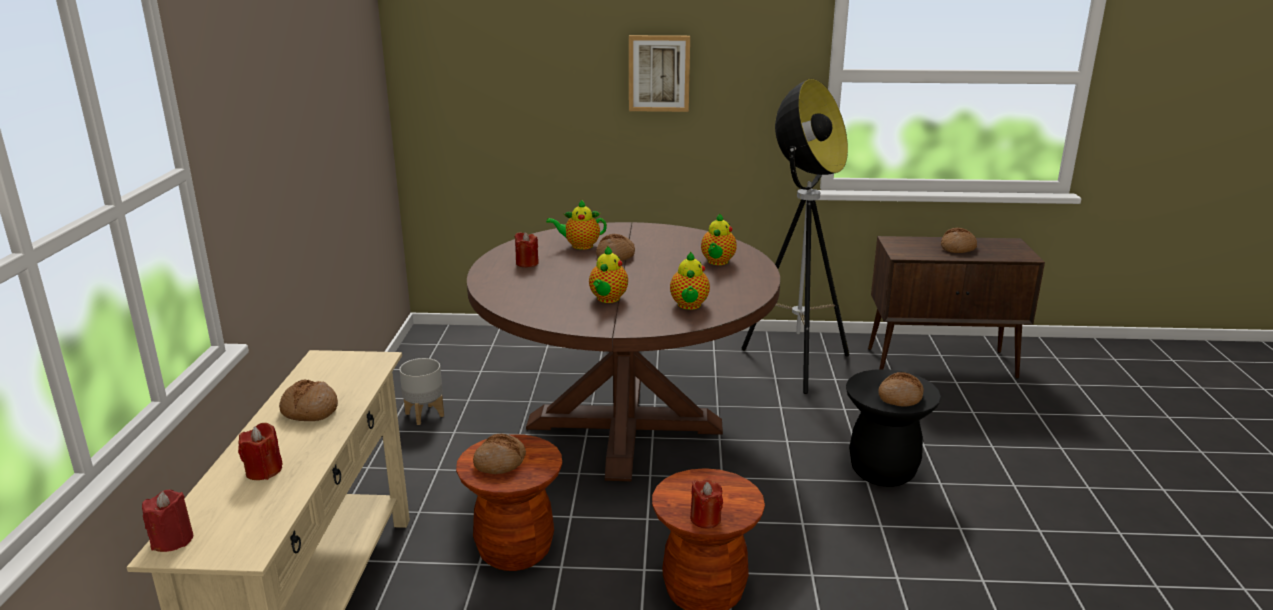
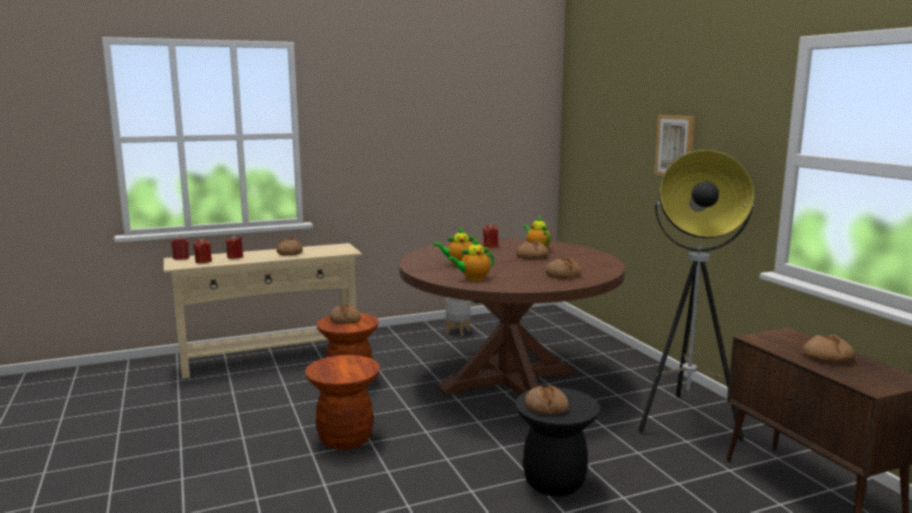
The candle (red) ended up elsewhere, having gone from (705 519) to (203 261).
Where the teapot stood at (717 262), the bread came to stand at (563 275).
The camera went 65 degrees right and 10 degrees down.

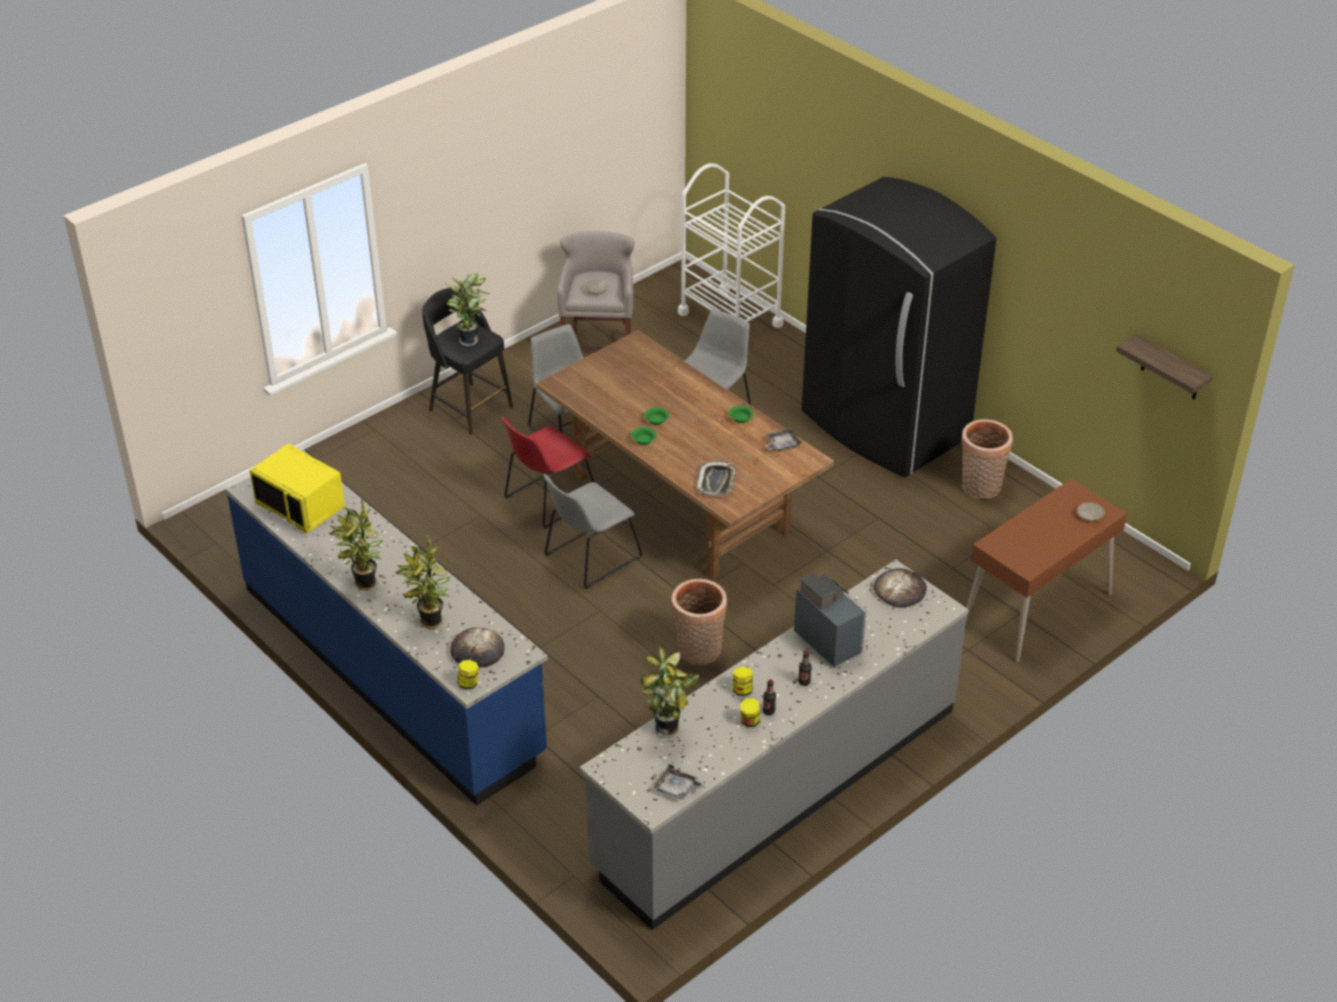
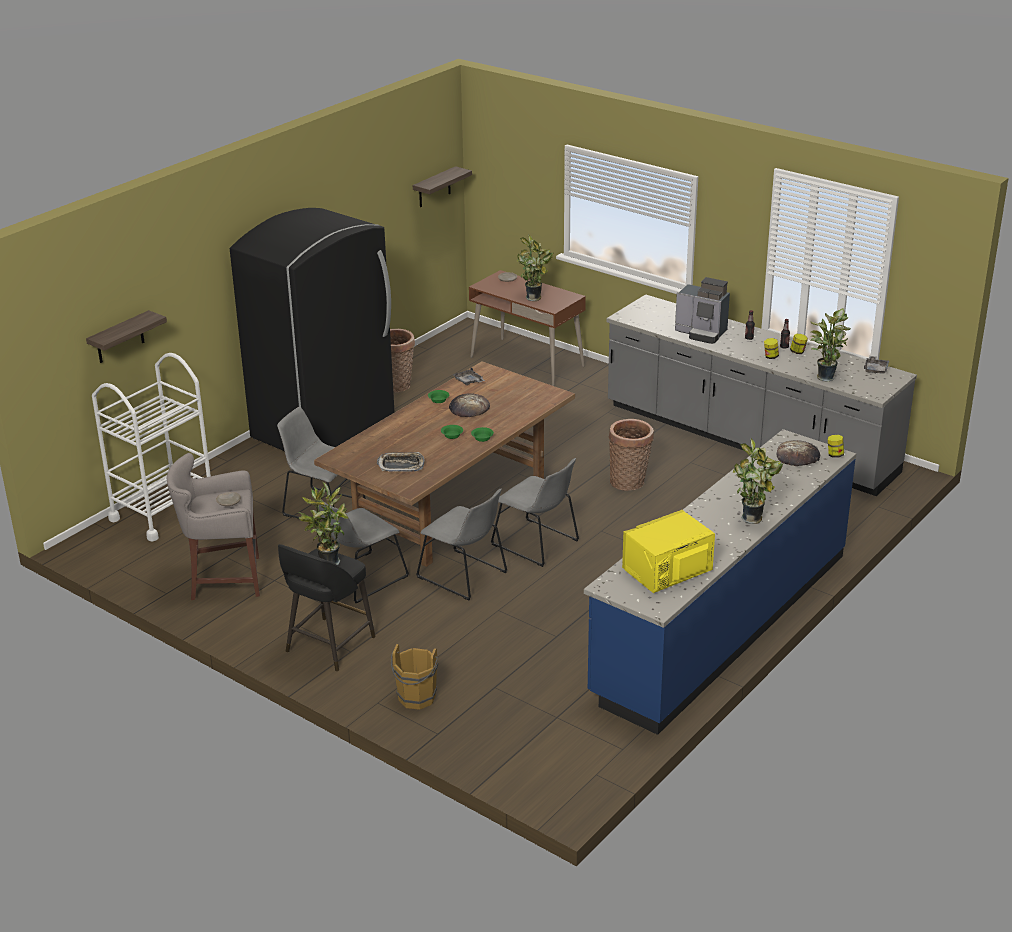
The microwave (yellow) at (302 505) ended up facing another way, 150 degrees counterclockwise from before.
The potted plant ended up elsewhere, having gone from (429 623) to (535 298).
What was the chair (red) at (548 500) turned into the chair (grey) at (465 576).
The tray ended up elsewhere, having gone from (717 482) to (401 465).
The coffee machine at (829 639) ended up facing another way, 105 degrees counterclockwise from before.
The bread ended up elsewhere, having gone from (900 590) to (469 408).
The second view gained the shelf at (120 338).
The second view gained the bucket (brown) at (416 700).
The camera went 100 degrees left and 10 degrees down.

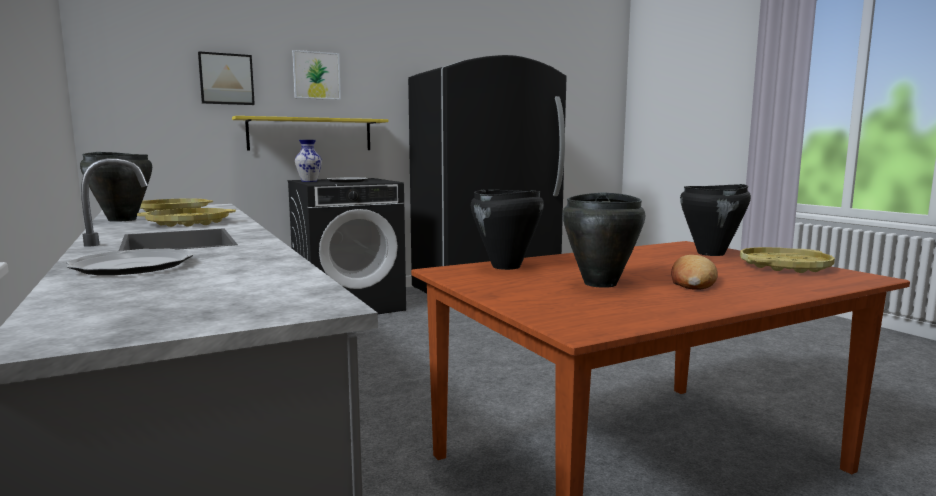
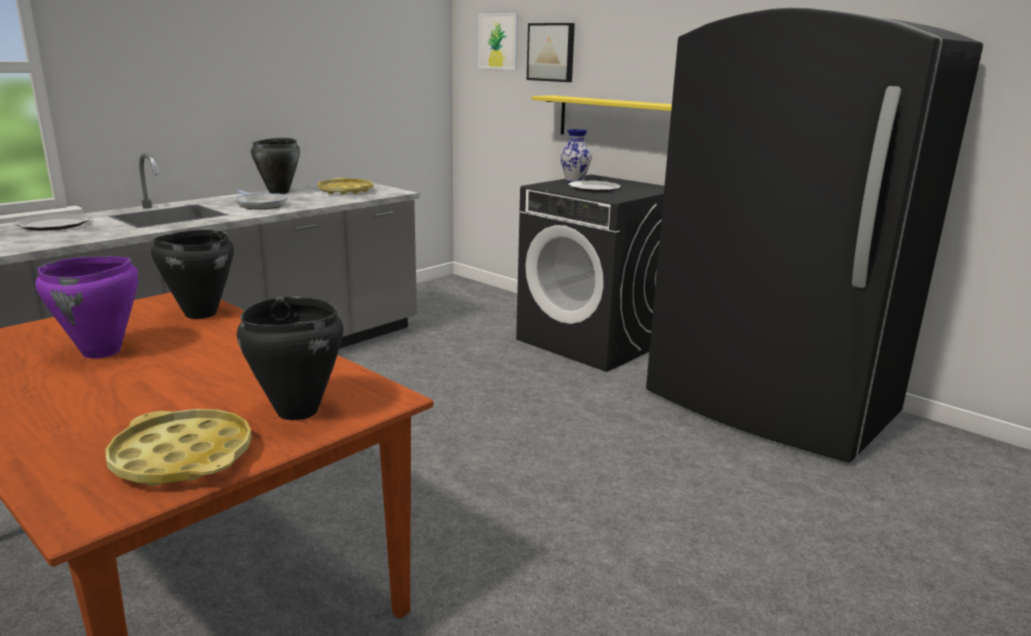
Where the tray (yellow) stood at (188 223), the frying pan came to stand at (260 204).
The picture ended up elsewhere, having gone from (316 75) to (499 41).
What was the cooking pot (black) at (601 283) turned into the cooking pot (purple) at (102 352).
The second view lost the bread at (691 281).
The camera went 70 degrees right and 10 degrees up.

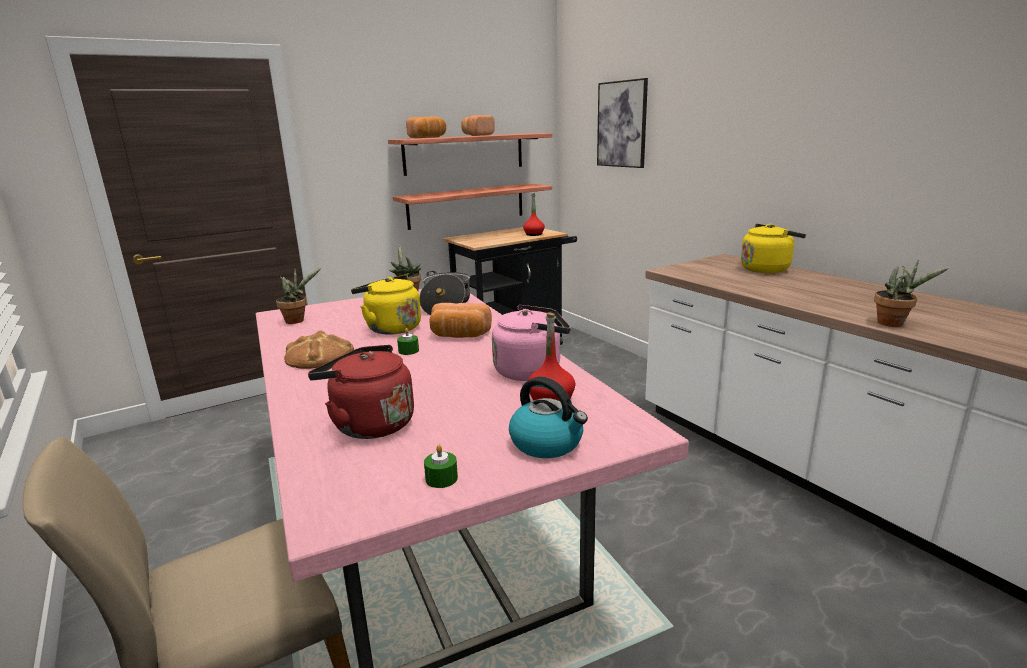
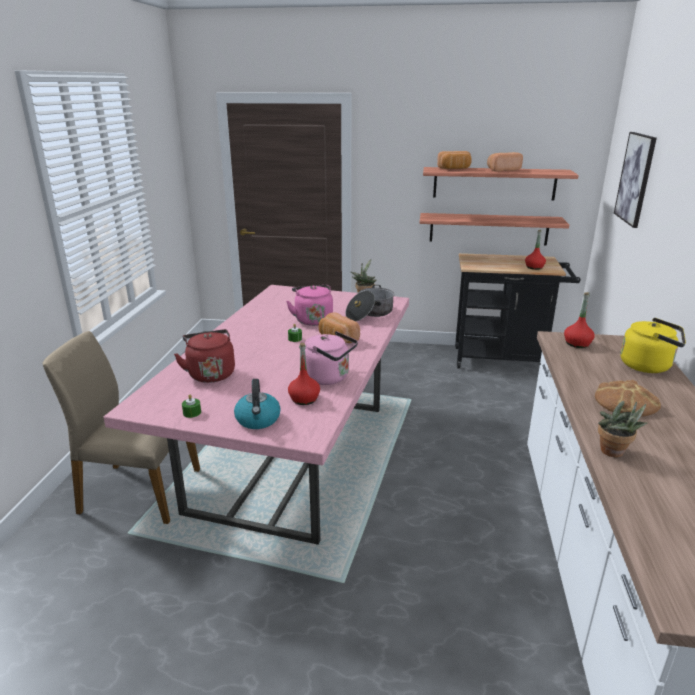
The second view lost the potted plant at (297 320).
The bread ended up elsewhere, having gone from (319 356) to (625 402).
What was the kettle (yellow) at (391 328) turned into the kettle (pink) at (313 320).
The second view gained the bottle (red) at (577 344).
The camera went 40 degrees right and 5 degrees up.

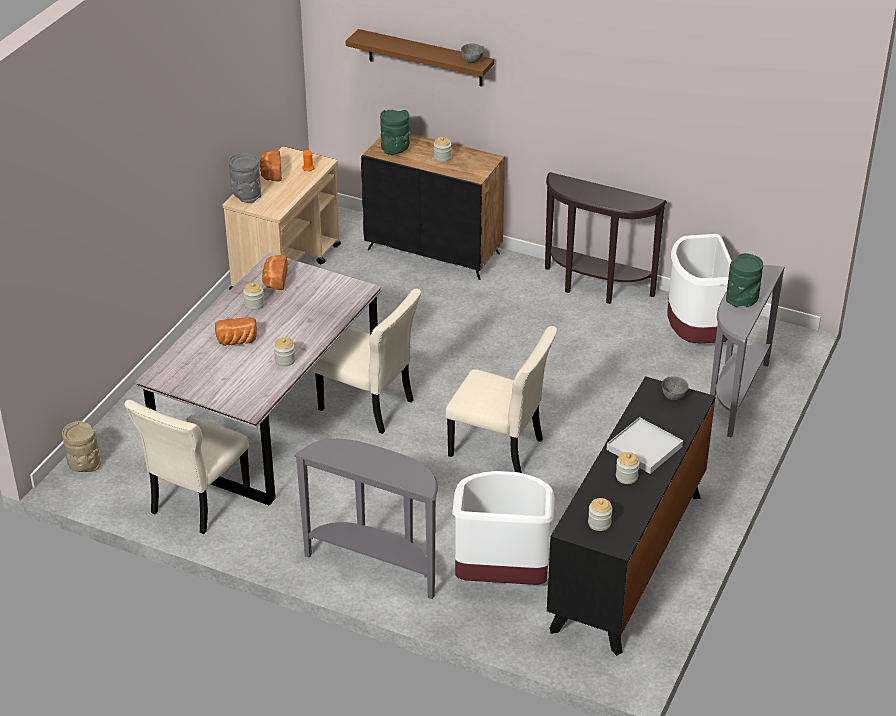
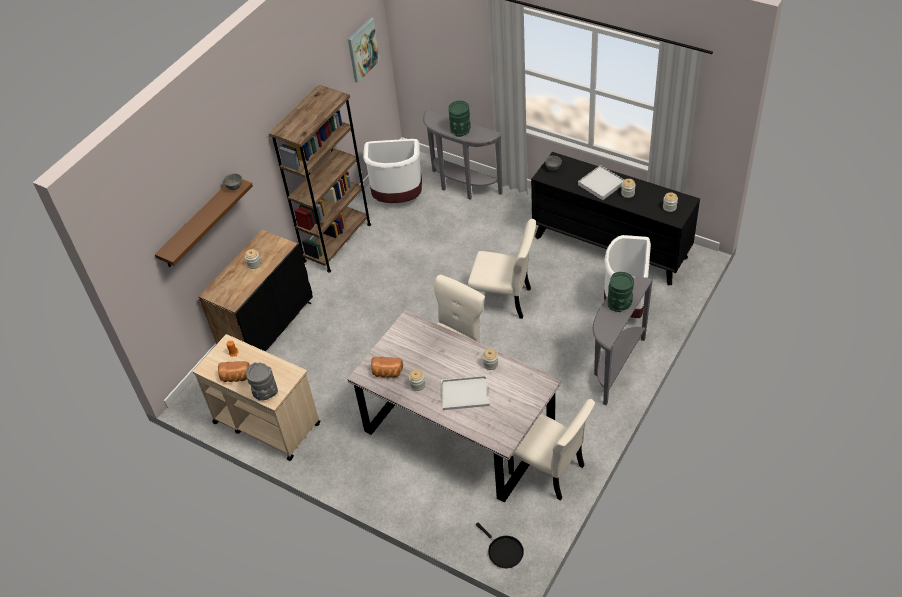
Where the vase (beige) stood at (84 466), the frying pan (black) came to stand at (503 551).
Where the bread stood at (237 341), the tray (white) came to stand at (464 394).
The vase (green) ended up elsewhere, having gone from (395 150) to (620 304).
The chair (beige) at (499 449) ended up facing another way, 75 degrees clockwise from before.
Where the console table (brown) stood at (594 289), the bookcase (brown) came to stand at (337 242).
The second view gained the picture at (362 49).
The camera went 80 degrees left and 10 degrees up.

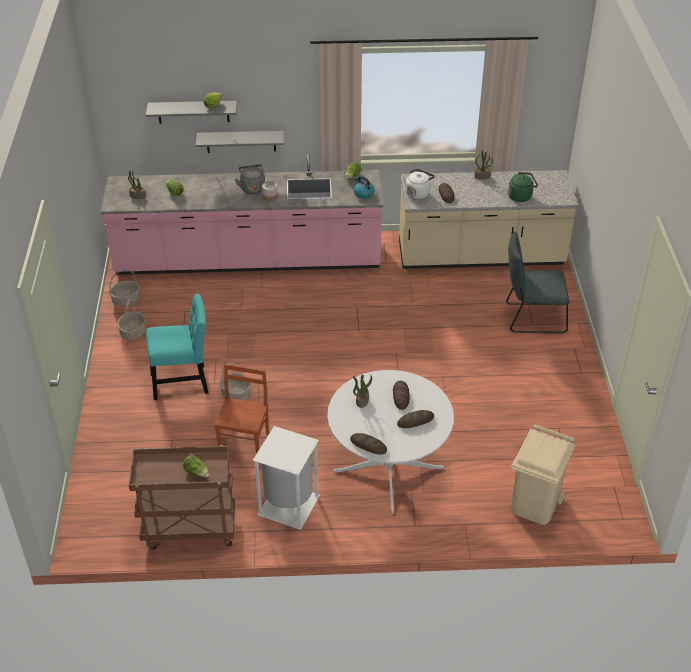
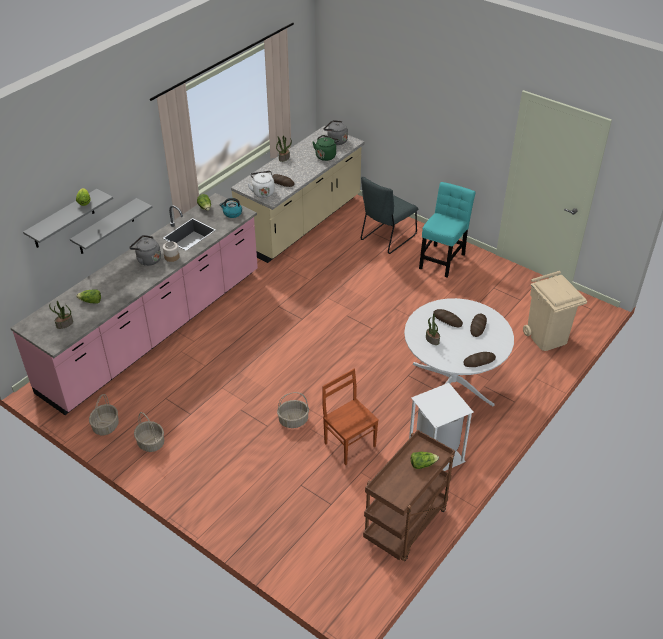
The chair (turquoise) ended up elsewhere, having gone from (183 382) to (442 259).
The second view gained the kettle (grey) at (335 141).
The camera went 50 degrees left and 0 degrees up.

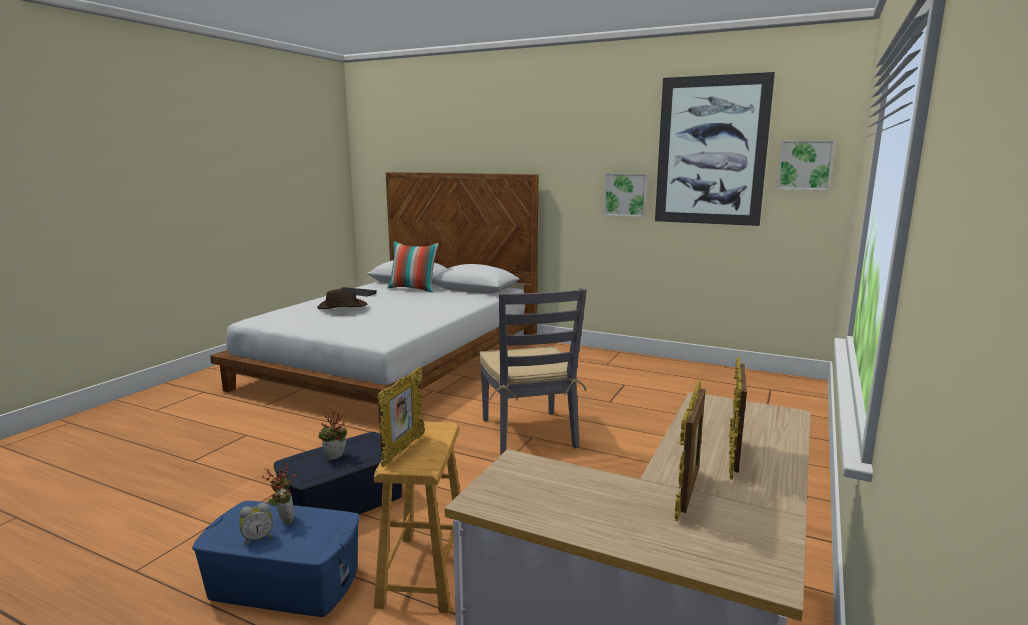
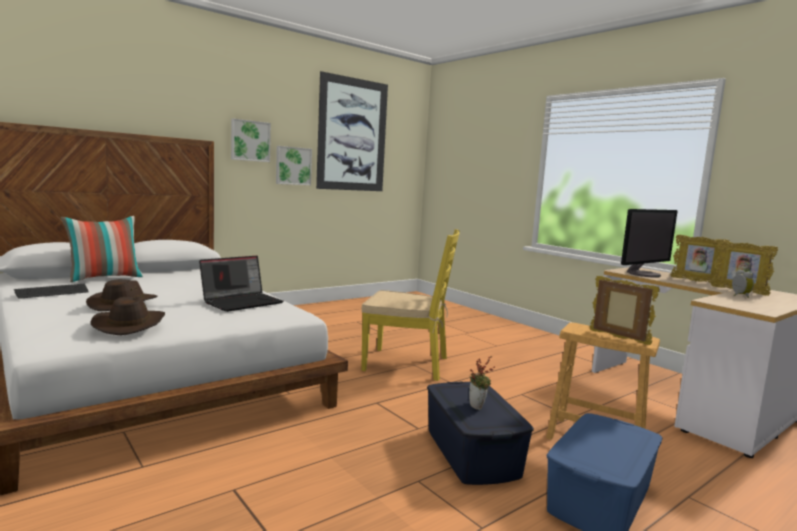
The alarm clock ended up elsewhere, having gone from (258 538) to (739 296).
The second view lost the potted plant at (283 519).
What was the chair (grey) at (529 433) turned into the chair (yellow) at (407 364).
The picture ended up elsewhere, having gone from (805 165) to (250 141).
The second view gained the hat (brown) at (130 324).
The second view gained the laptop at (242 302).
The second view gained the monitor at (643 274).
The camera went 65 degrees left and 5 degrees down.

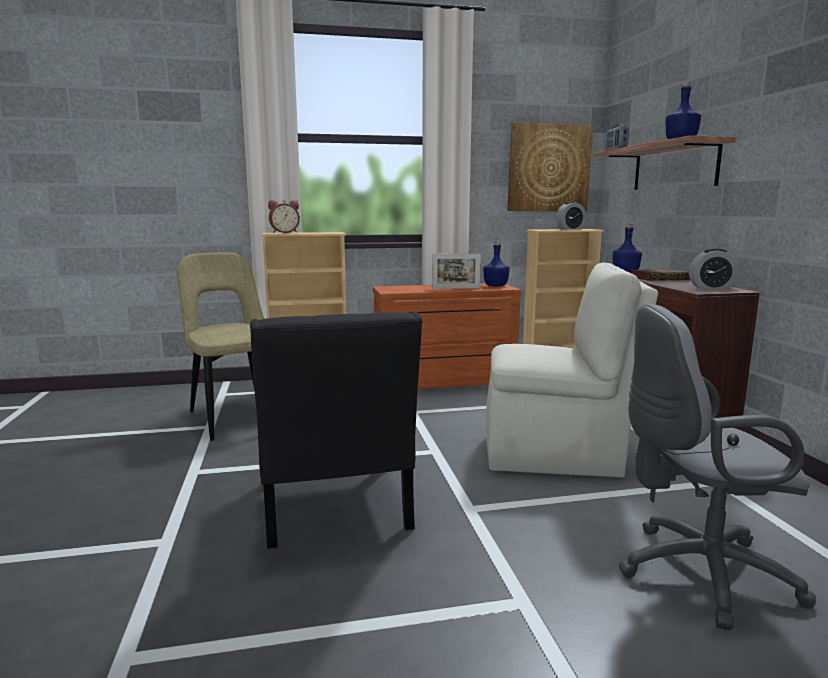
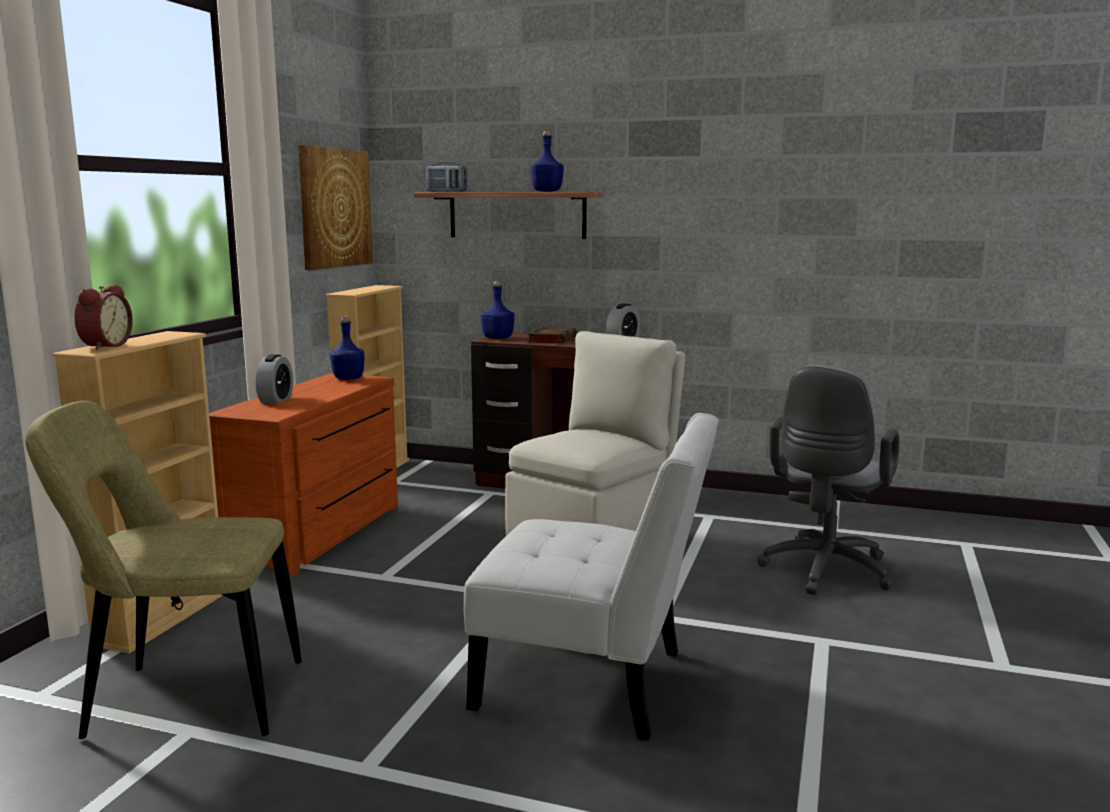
What was the chair (black) at (335 509) turned into the chair (white) at (593 683).
The second view lost the picture frame at (455 288).
The alarm clock ended up elsewhere, having gone from (570 229) to (276 400).
The camera went 60 degrees left and 0 degrees up.

